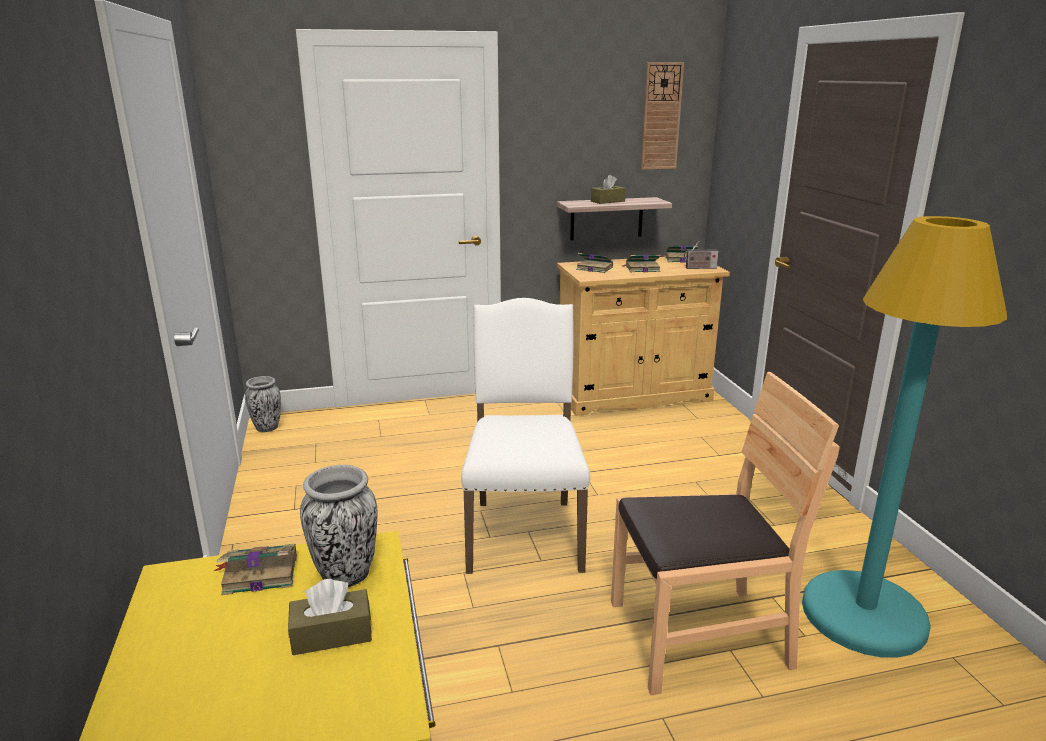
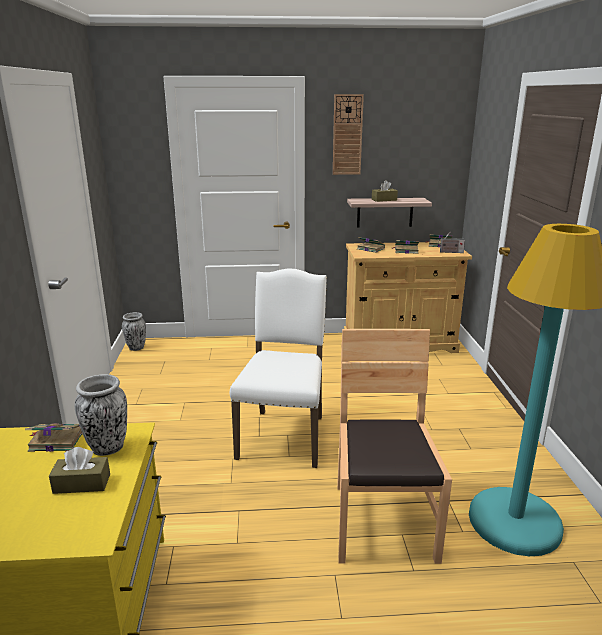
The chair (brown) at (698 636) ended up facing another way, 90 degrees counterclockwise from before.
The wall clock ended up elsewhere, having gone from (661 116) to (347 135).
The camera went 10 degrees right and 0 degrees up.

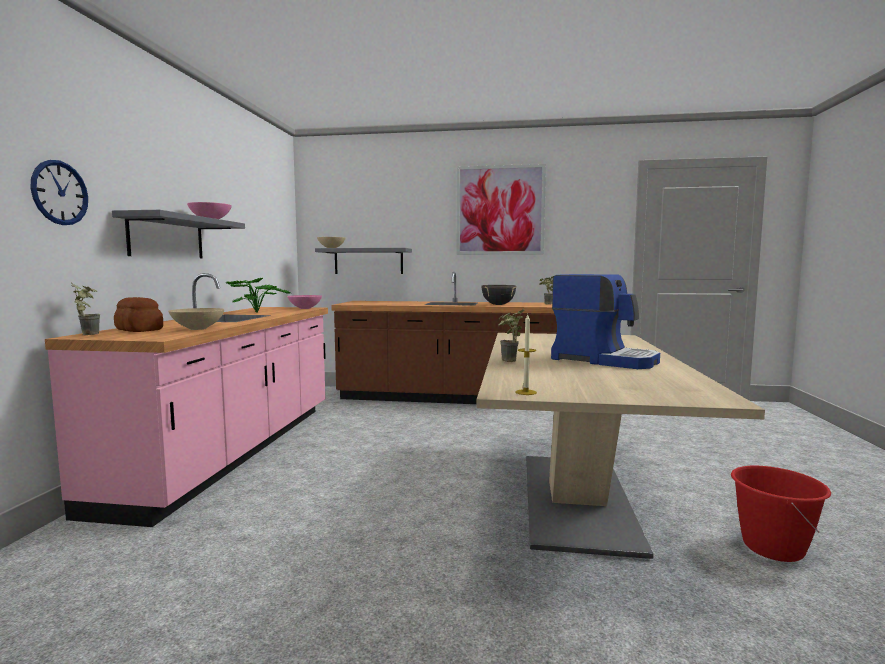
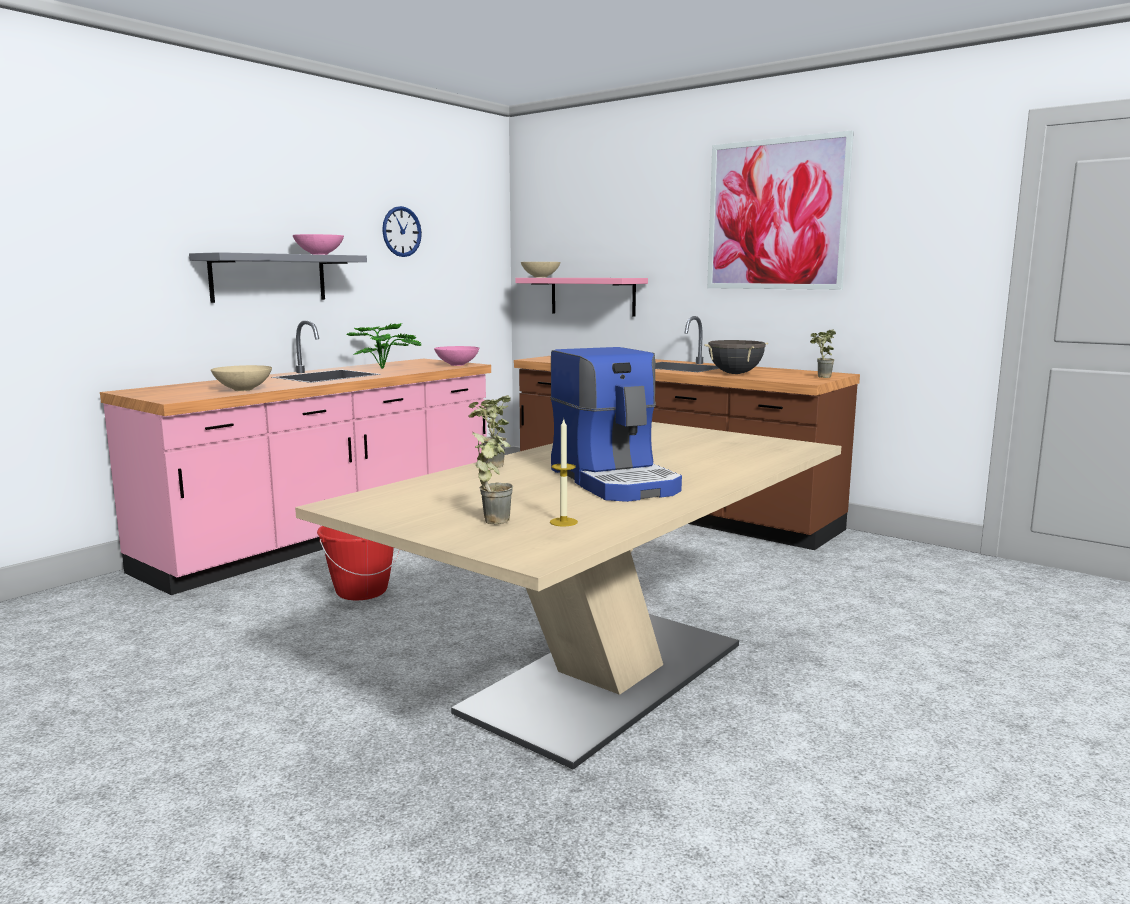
The wall clock ended up elsewhere, having gone from (60 193) to (401 231).
The potted plant ended up elsewhere, having gone from (88 334) to (493 519).
The second view lost the bread at (139 330).
What was the shelf (grey) at (368 261) turned into the shelf (pink) at (592 296).
The candle ended up elsewhere, having gone from (526 392) to (563 522).
The bucket (red) ended up elsewhere, having gone from (772 548) to (361 591).
The camera went 30 degrees right and 5 degrees up.

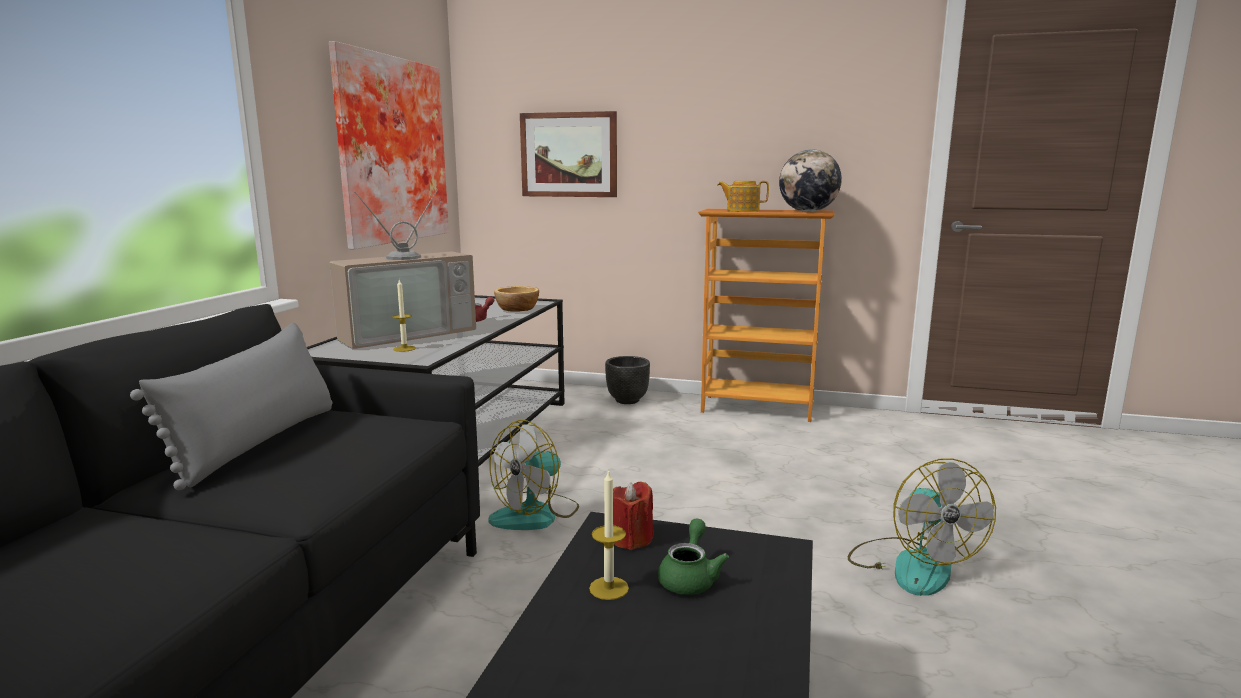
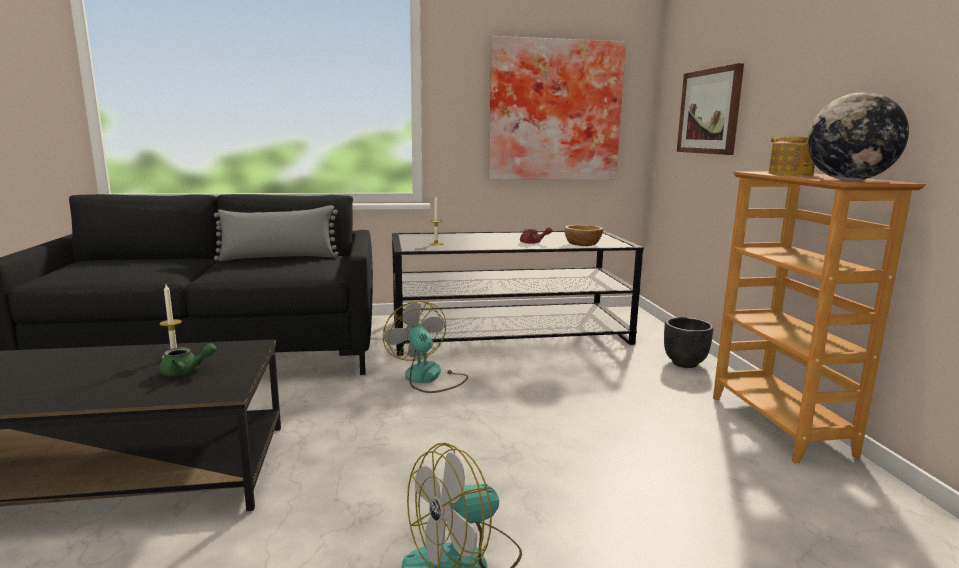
The second view lost the television at (406 333).
The fan at (536 514) ended up facing another way, 45 degrees clockwise from before.
The second view lost the candle (red) at (631 539).
The camera went 65 degrees right and 0 degrees up.

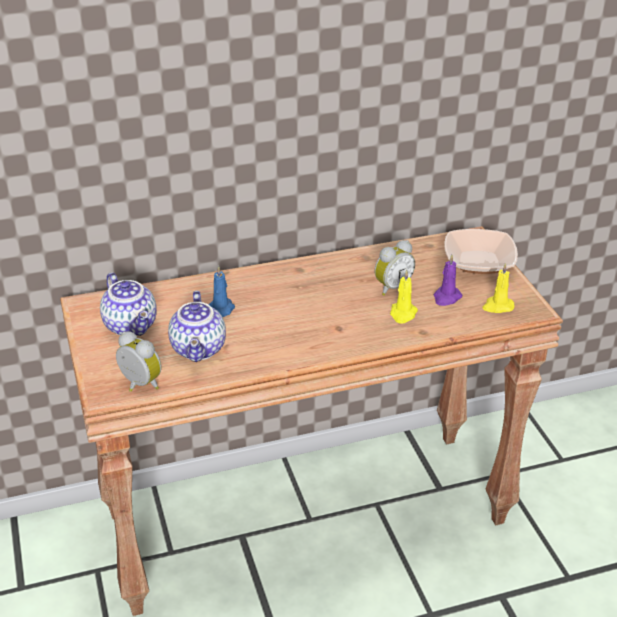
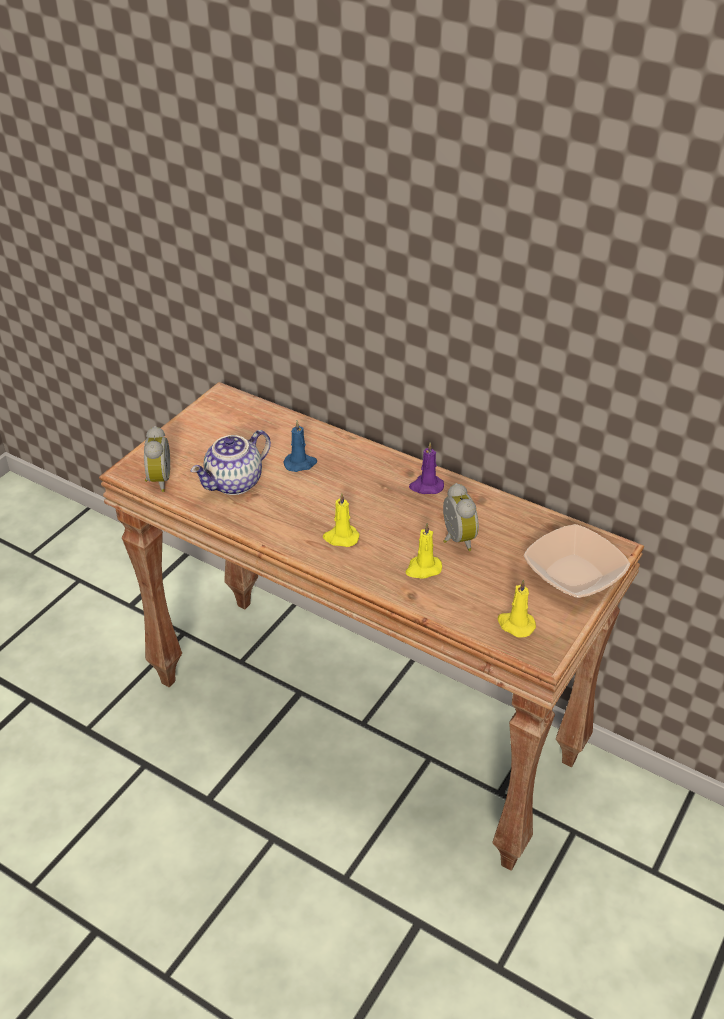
The second view lost the teapot at (132 326).
The alarm clock at (391 287) ended up facing another way, 120 degrees counterclockwise from before.
The candle (purple) ended up elsewhere, having gone from (446 298) to (426 486).
The second view gained the candle (yellow) at (340 537).
The camera went 50 degrees right and 5 degrees up.

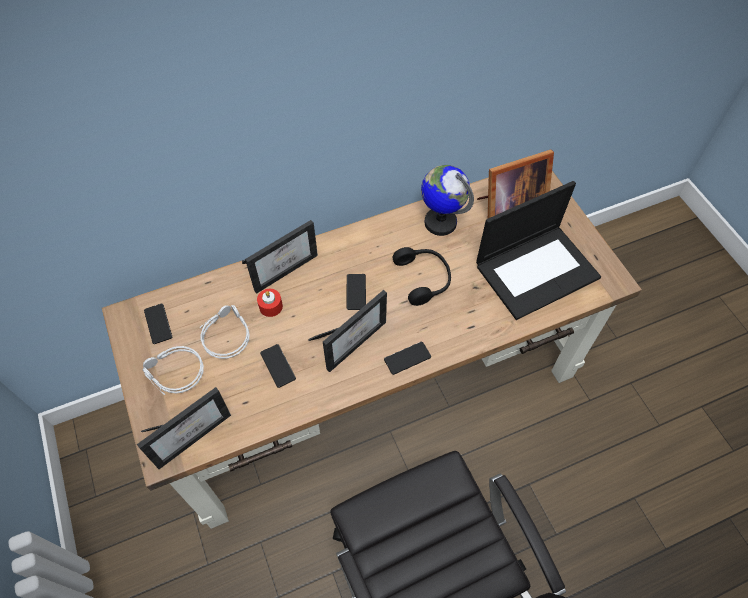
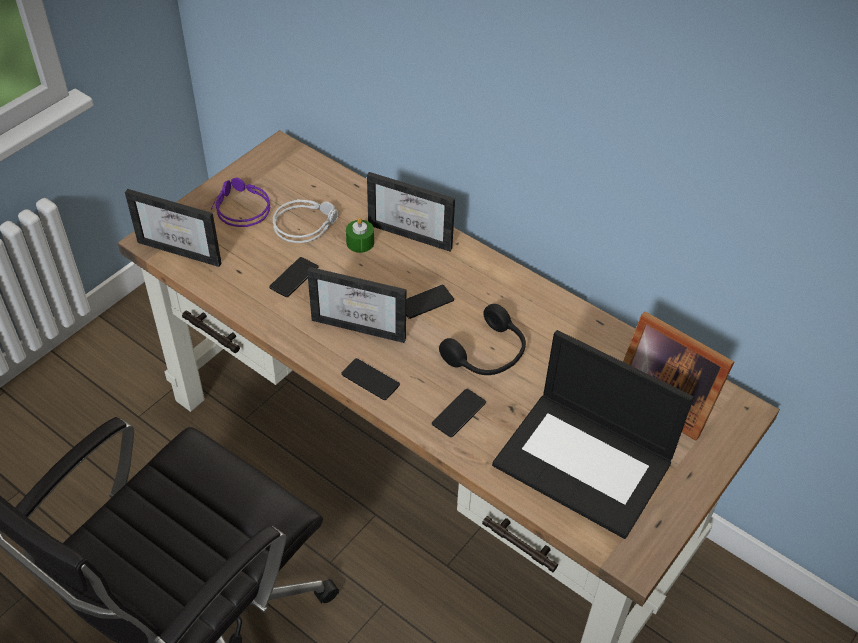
What was the headphones (grey) at (174 373) turned into the headphones (purple) at (240 208).
The phone ended up elsewhere, having gone from (158 324) to (459 413).
What was the candle (red) at (271 306) turned into the candle (green) at (360 242).
The second view lost the globe at (440 222).
The camera went 60 degrees right and 10 degrees down.

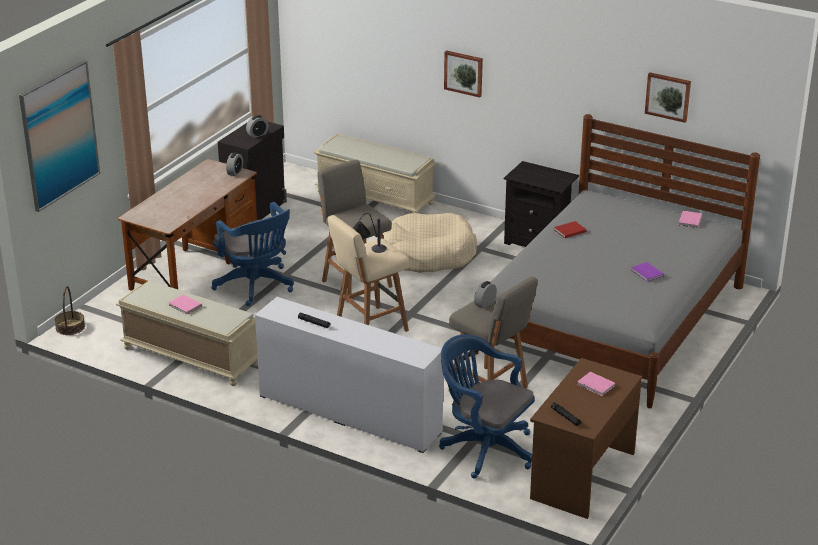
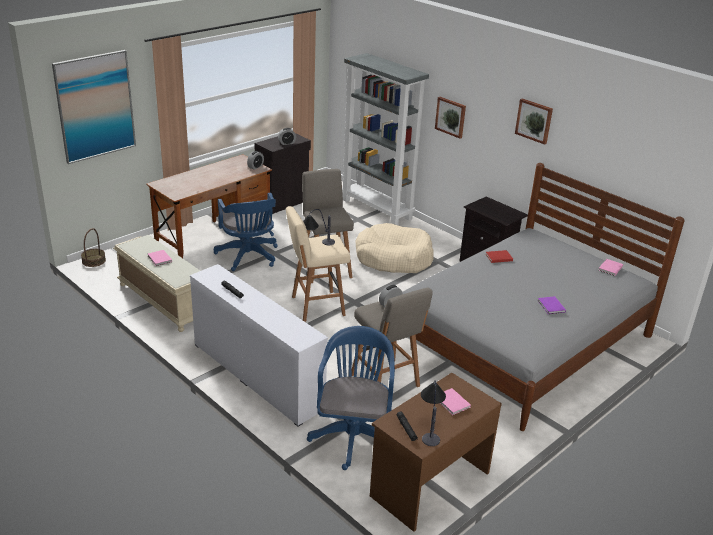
Where the bench (beige) stood at (376 197), the bookcase (grey) came to stand at (377 209).
The office chair (blue) at (484 448) ended up facing another way, 45 degrees clockwise from before.
The picture ended up elsewhere, having gone from (668 96) to (534 121).
The second view gained the table lamp at (430 427).
The camera went 15 degrees right and 0 degrees up.

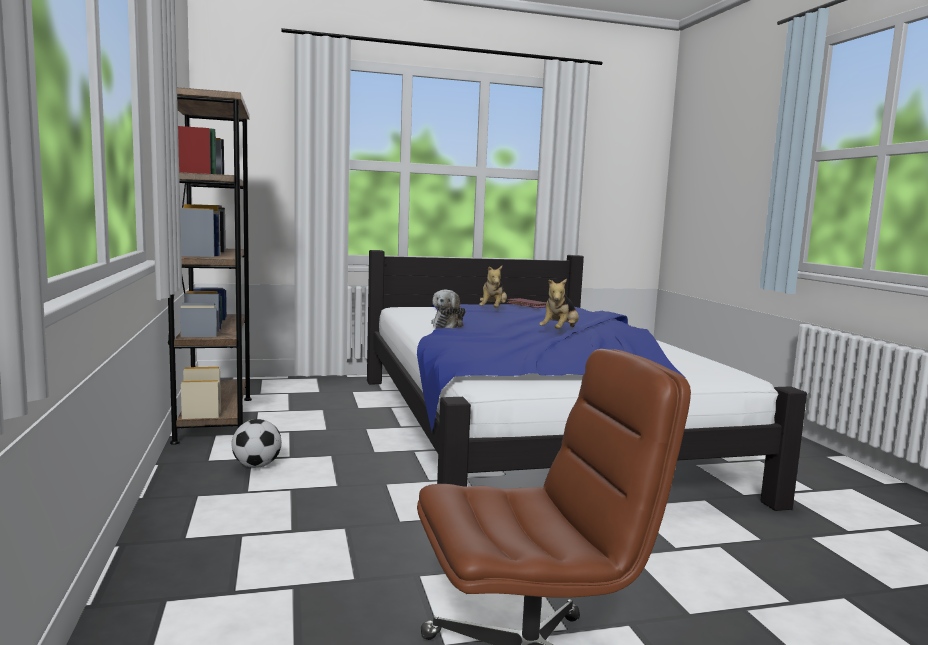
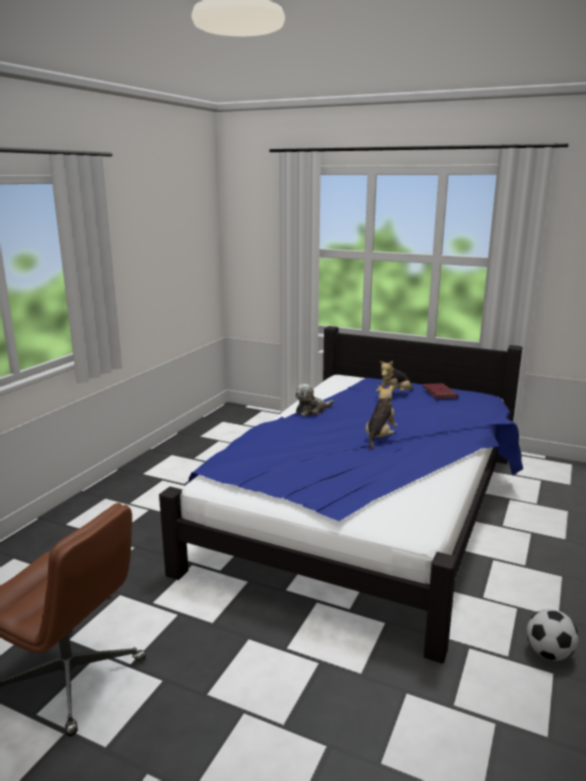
The second view lost the bookcase (brown) at (215 419).
The football ended up elsewhere, having gone from (257 466) to (548 653).
The plush toy at (560 332) ended up facing another way, 135 degrees clockwise from before.
The camera went 40 degrees right and 10 degrees up.

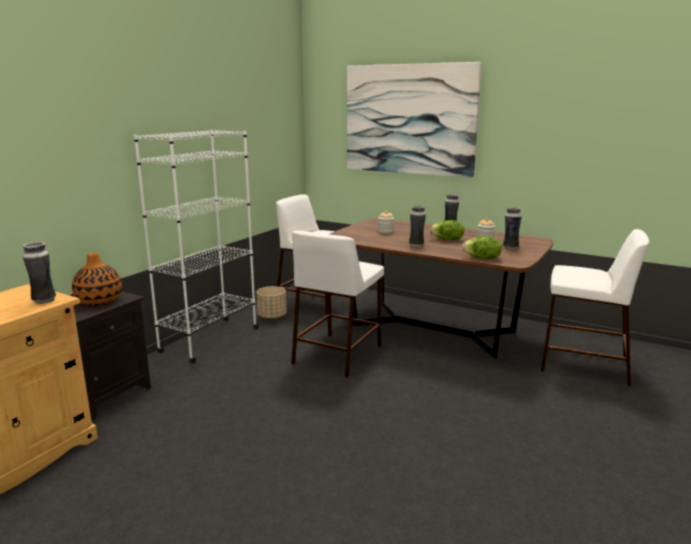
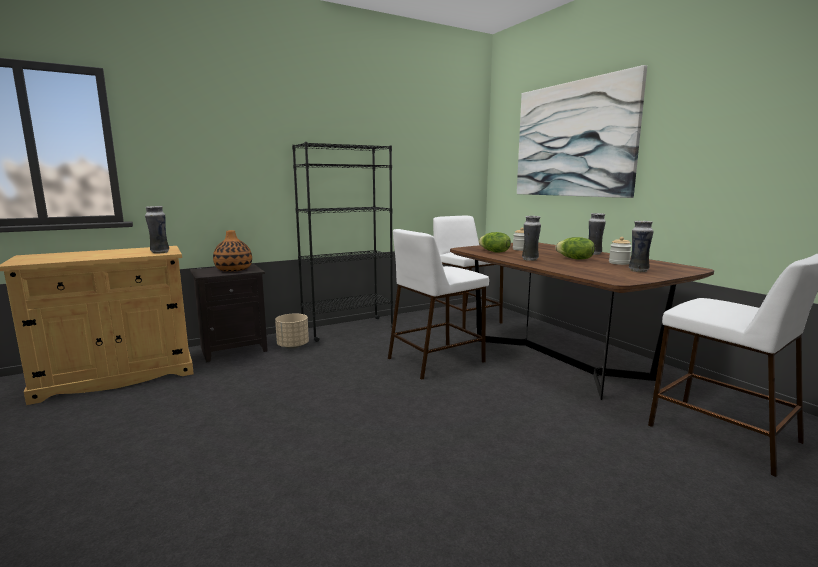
What was the bookcase (white) at (209 340) turned into the bookcase (black) at (348 329).
The planter (beige) ended up elsewhere, having gone from (271 316) to (292 346).
The lettuce ended up elsewhere, having gone from (482 258) to (494 252).
The camera went 30 degrees right and 5 degrees down.

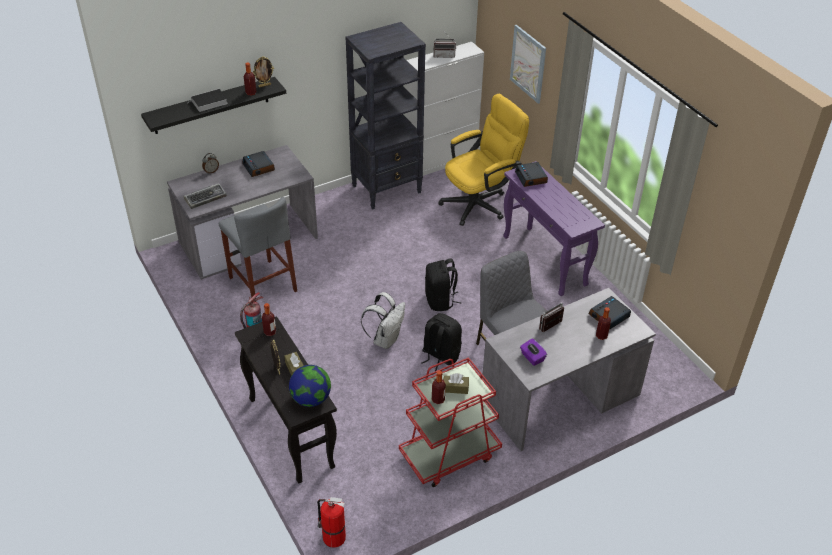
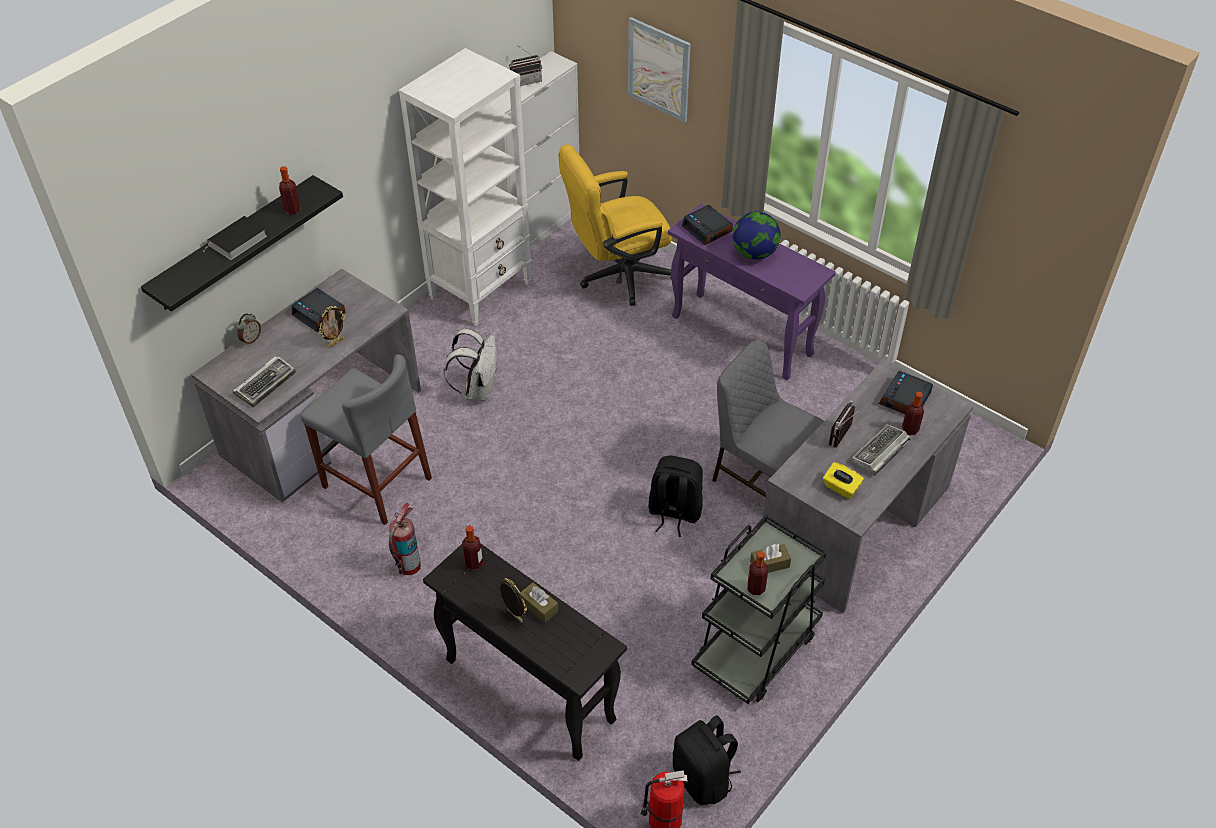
The picture frame ended up elsewhere, having gone from (264 85) to (335 342).
The globe ended up elsewhere, having gone from (311 399) to (754 253).
What was the bookcase (black) at (387 189) turned into the bookcase (white) at (481 290).
The backpack (white) ended up elsewhere, having gone from (385 339) to (478 390).
What was the cart (red) at (449 454) turned into the cart (black) at (756 649).
The backpack (black) ended up elsewhere, having gone from (440 301) to (704 778).
The office chair (yellow) at (480 203) ended up facing another way, 150 degrees counterclockwise from before.
What was the tissue box (purple) at (532 357) turned into the tissue box (yellow) at (841 488).
The second view gained the keyboard at (879 453).
The camera went 20 degrees left and 5 degrees up.

